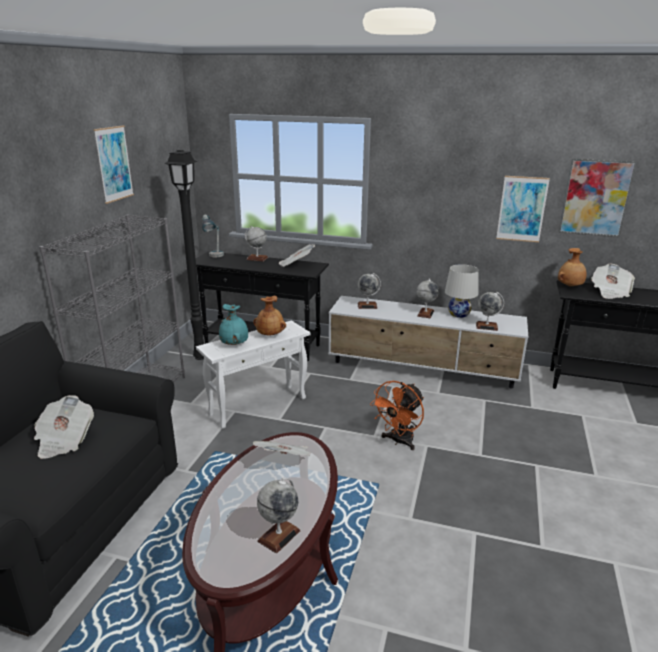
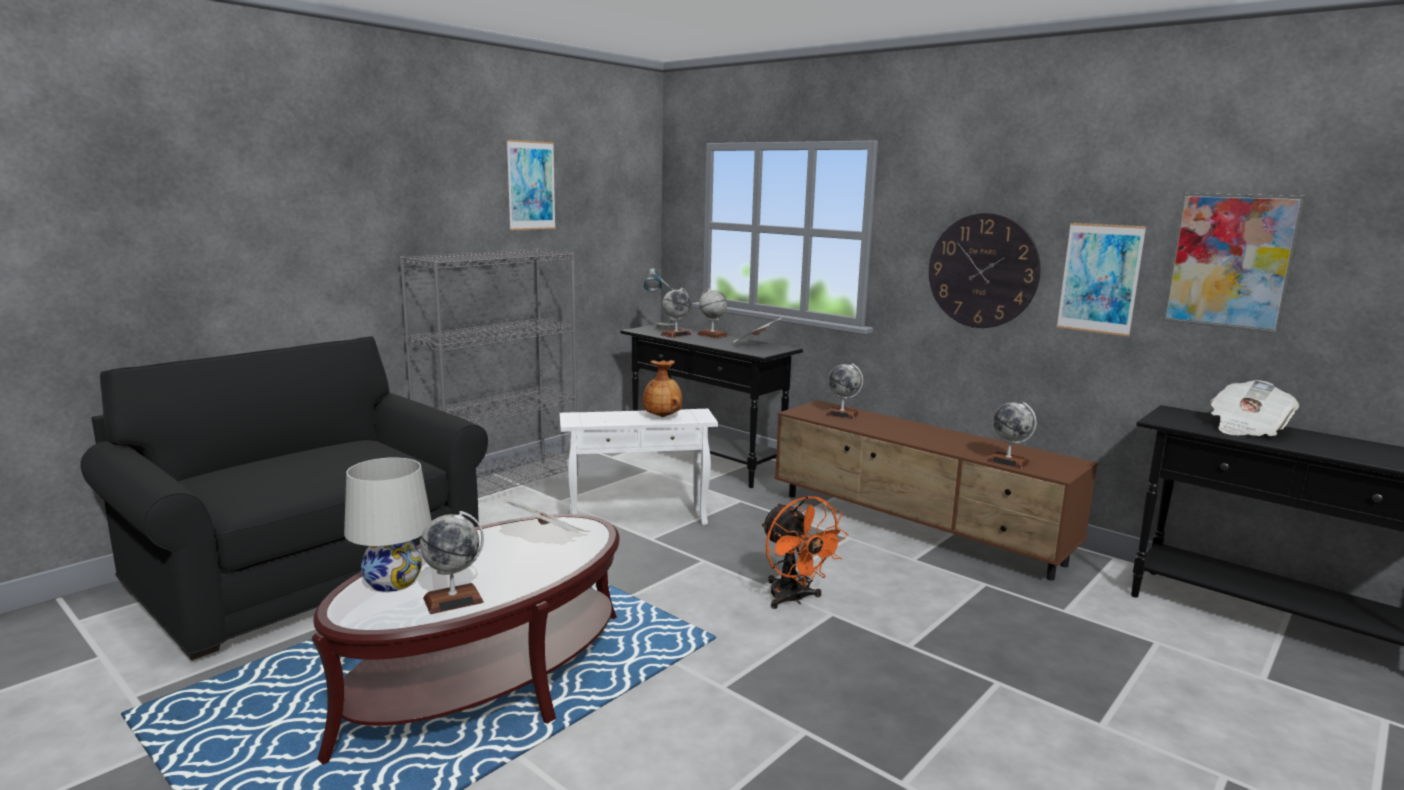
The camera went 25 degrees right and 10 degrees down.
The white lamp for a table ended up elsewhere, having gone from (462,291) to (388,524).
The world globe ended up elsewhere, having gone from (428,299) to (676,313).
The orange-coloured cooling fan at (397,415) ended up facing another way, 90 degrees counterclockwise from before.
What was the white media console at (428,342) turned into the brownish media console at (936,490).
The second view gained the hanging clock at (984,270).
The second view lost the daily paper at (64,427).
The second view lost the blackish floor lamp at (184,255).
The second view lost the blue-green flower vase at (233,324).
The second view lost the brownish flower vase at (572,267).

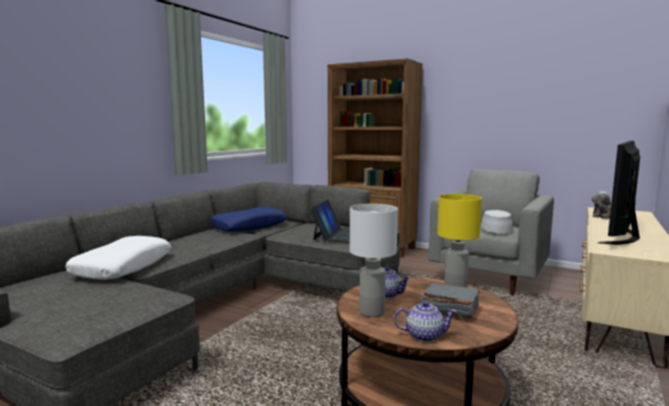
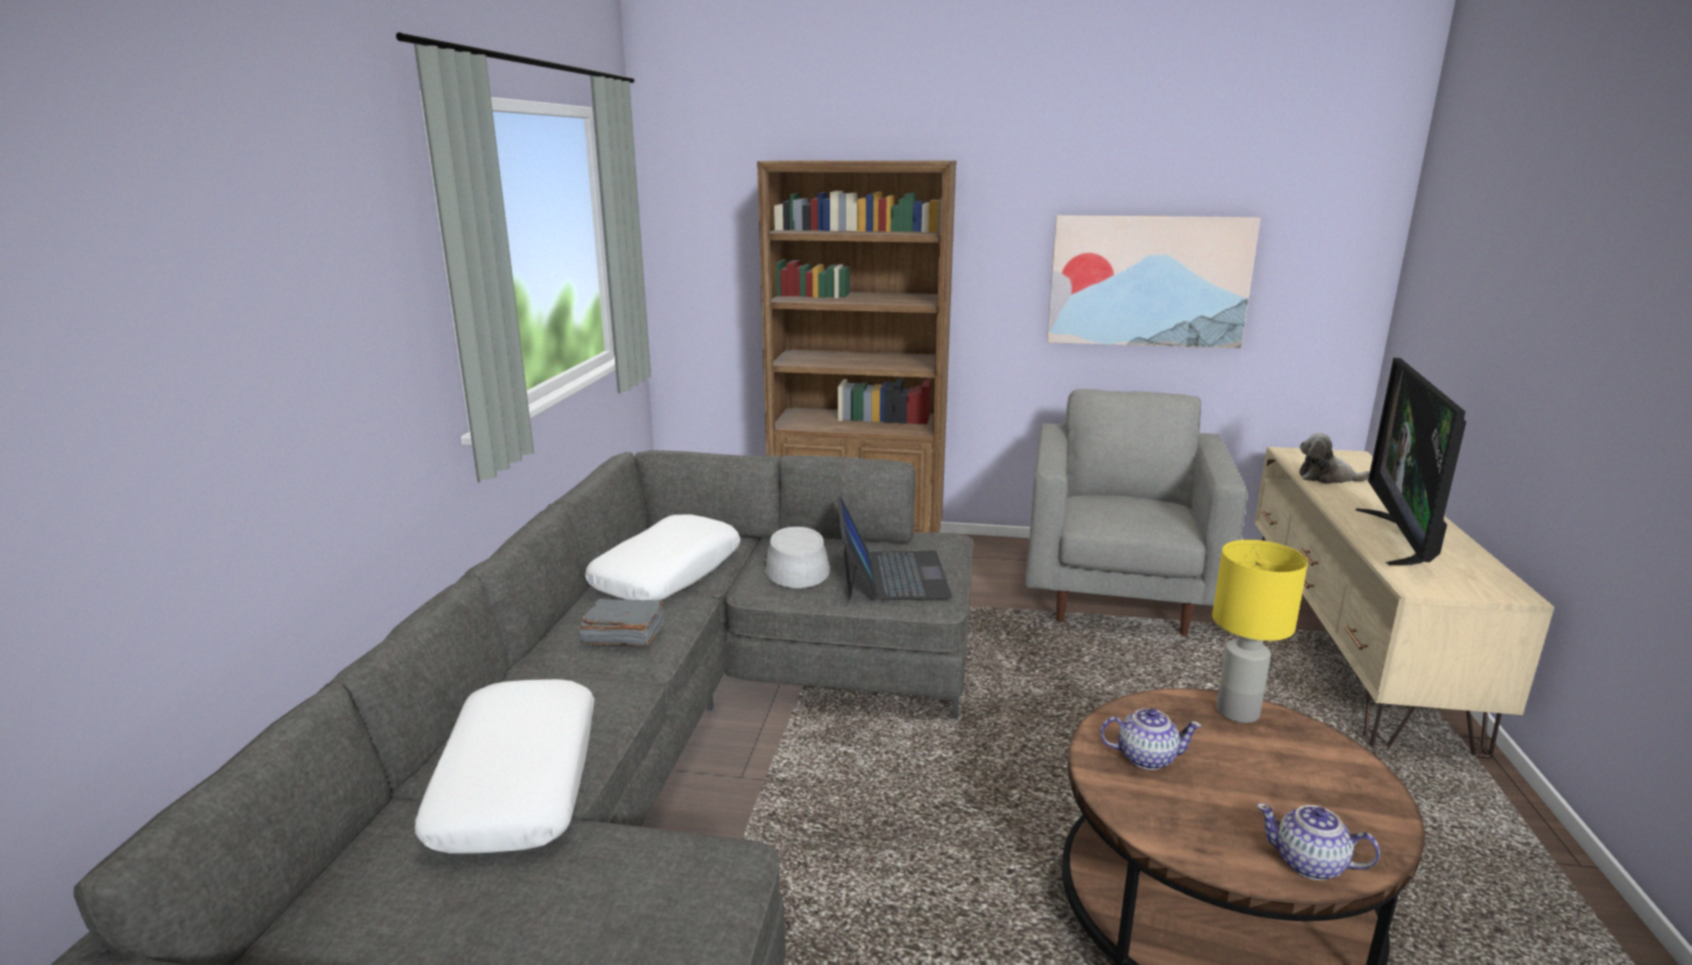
The camera went 20 degrees left and 10 degrees up.
The greyish book ended up elsewhere, having gone from (450,300) to (621,622).
What was the blue cushion at (248,219) turned into the white cushion at (662,557).
The greyish wearable hat ended up elsewhere, having gone from (496,221) to (797,557).
The second view gained the picture at (1154,282).
The pot for tea at (425,321) ended up facing another way, 135 degrees counterclockwise from before.
The second view lost the white lamp for a table at (374,260).

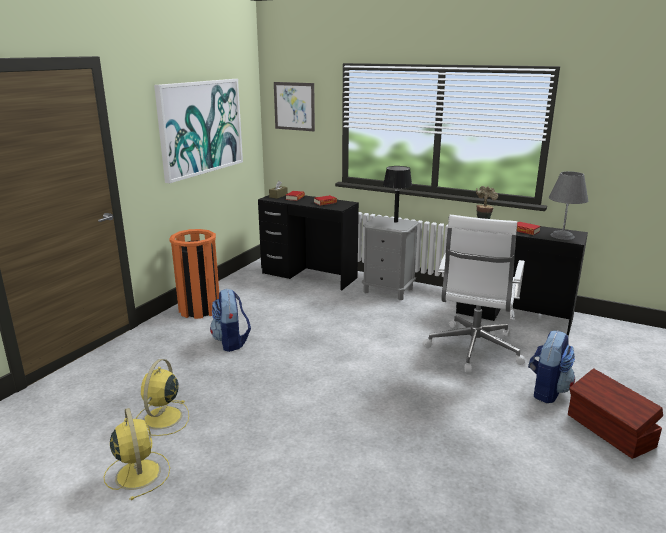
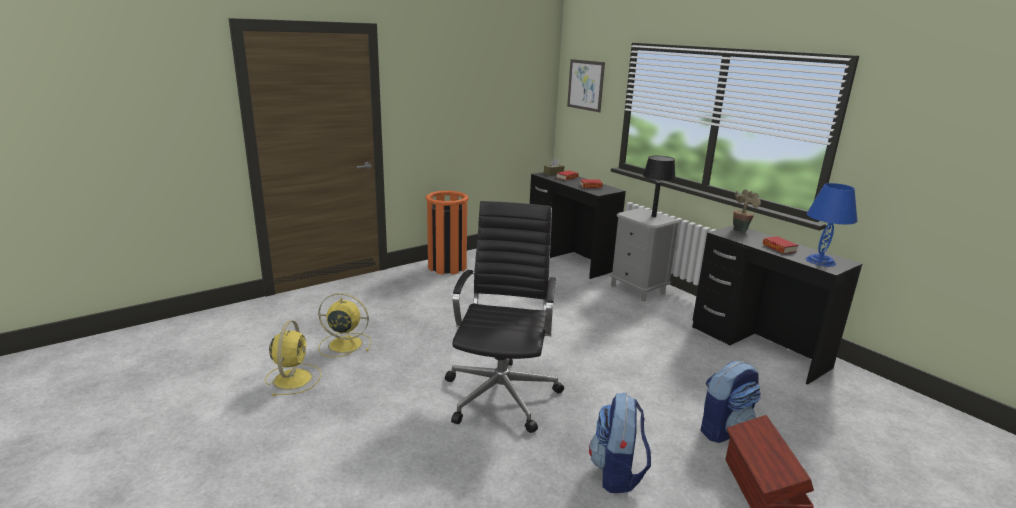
The camera went 25 degrees right and 0 degrees up.
The yellow-coloured cooling fan at (162,397) ended up facing another way, 60 degrees clockwise from before.
The second view gained the blackish desk chair at (504,317).
The backpack ended up elsewhere, having gone from (230,320) to (620,443).
What was the greyish lamp for a table at (568,205) turned into the blue lamp for a table at (831,225).
The second view lost the picture at (198,131).
The second view lost the white desk chair at (474,294).

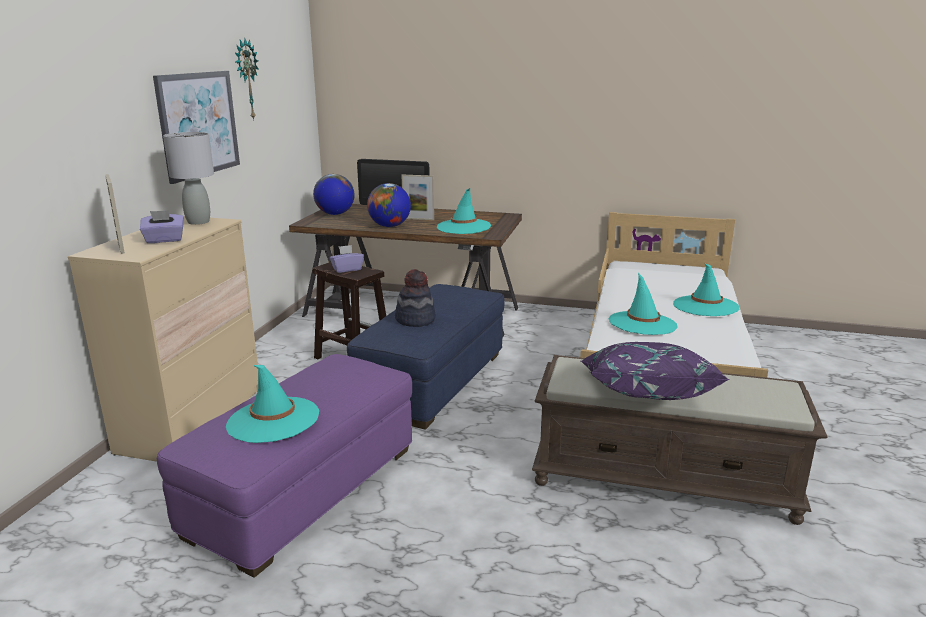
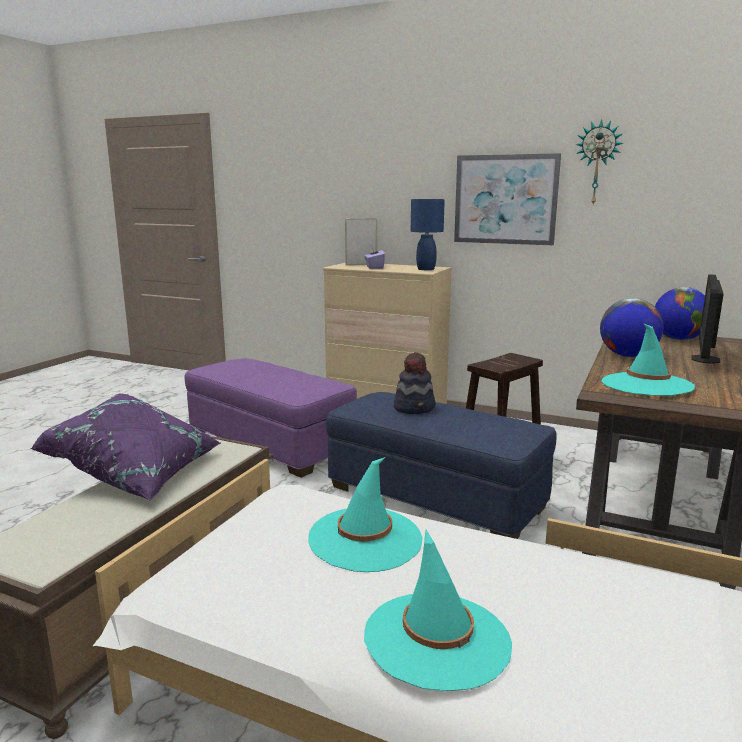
The camera went 100 degrees right and 5 degrees down.
What was the greyish lamp for a table at (188,178) turned into the blue lamp for a table at (428,234).
The second view lost the blue-green wearable hat at (272,404).
The second view lost the purple-coloured tissue holder at (347,259).
The second view lost the picture frame at (418,197).

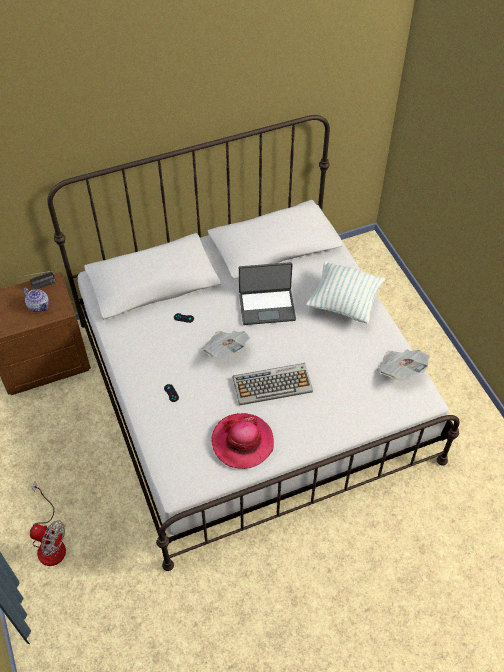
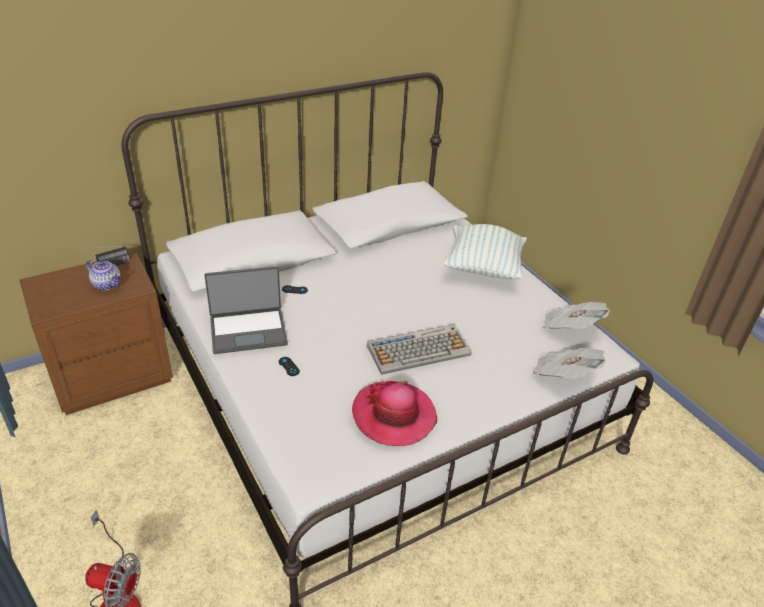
The camera went 10 degrees left and 15 degrees down.
The notebook computer ended up elsewhere, having gone from (267,293) to (246,310).
The daily paper ended up elsewhere, having gone from (225,345) to (569,363).

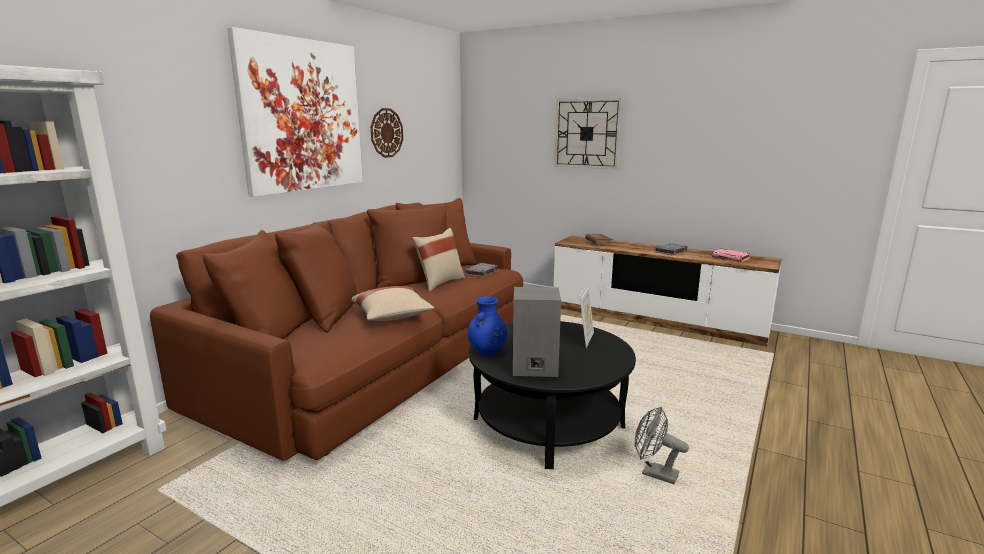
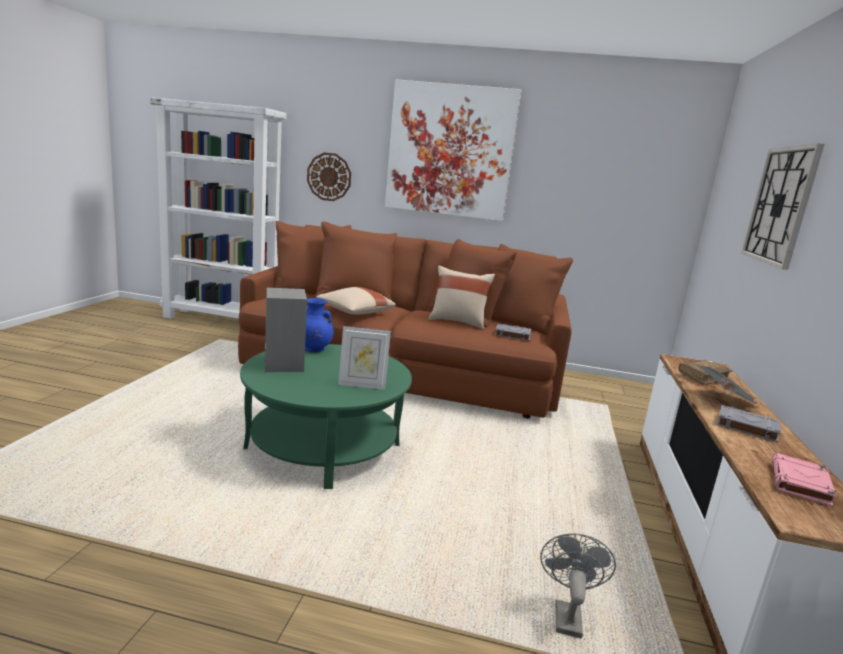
The camera went 70 degrees right and 0 degrees up.
What was the blackish lounge table at (552,395) turned into the green lounge table at (326,416).
The hanging clock ended up elsewhere, having gone from (387,133) to (329,176).
The greyish cooling fan ended up elsewhere, having gone from (662,445) to (578,585).
The second view gained the daily paper at (728,385).

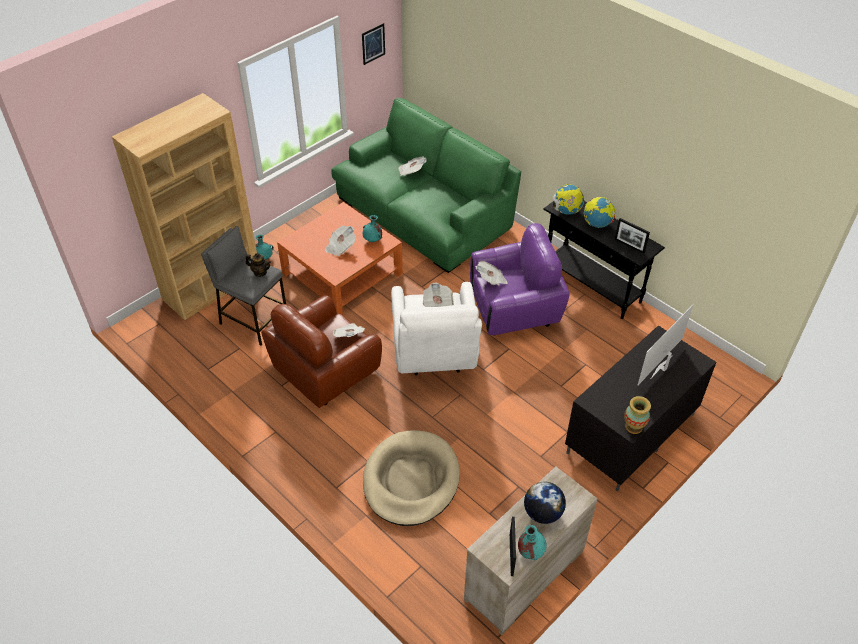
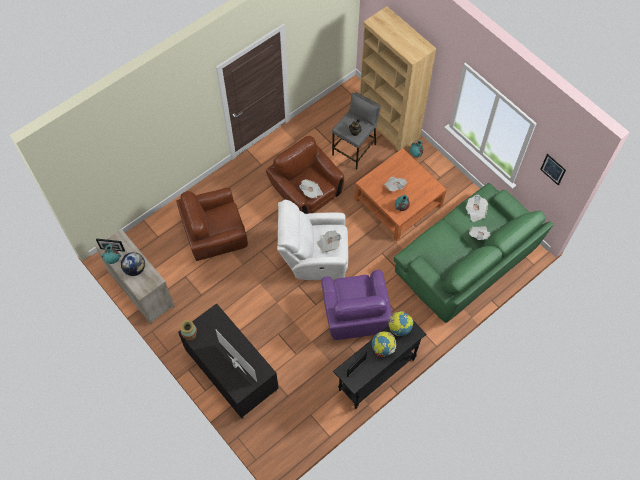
The camera went 95 degrees right and 15 degrees up.
Where the beige-coloured pet bed stood at (411,478), the brownish easy chair came to stand at (212,224).
The daily paper ended up elsewhere, having gone from (491,273) to (477,208).

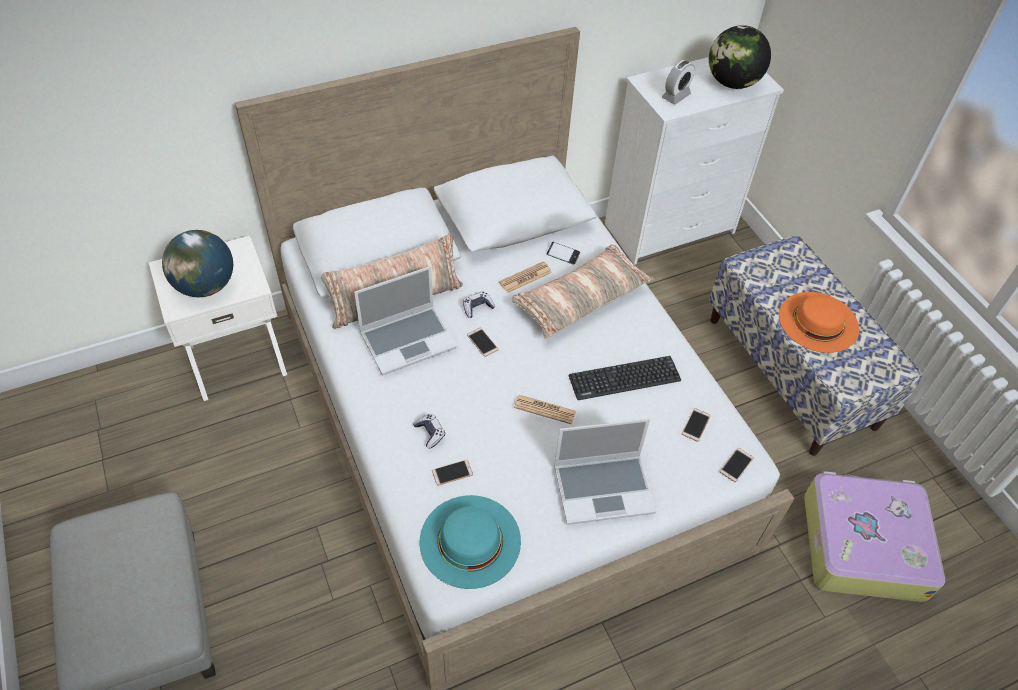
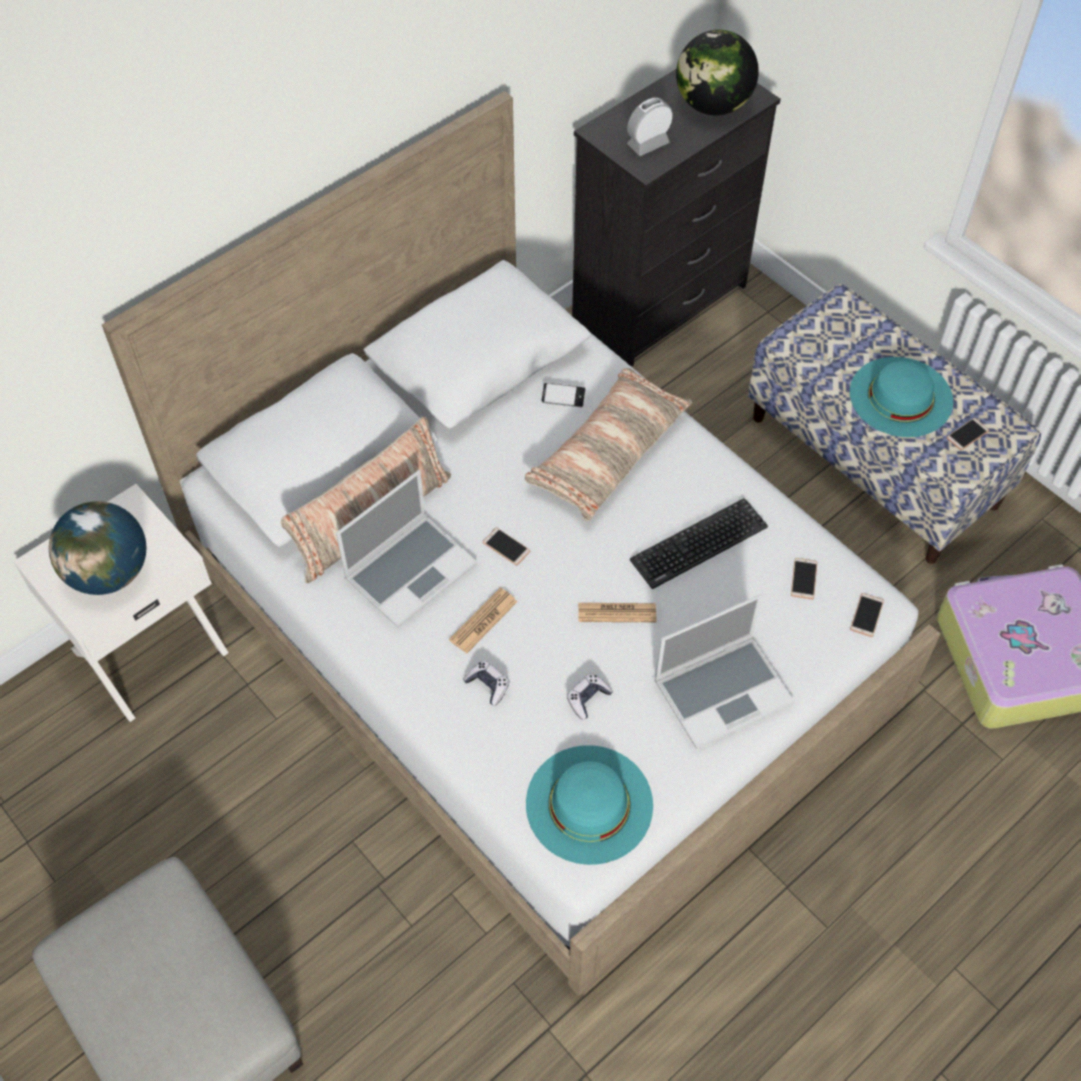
The camera went 15 degrees left and 5 degrees up.
The daily paper ended up elsewhere, having gone from (525,277) to (483,620).
The joypad ended up elsewhere, having gone from (479,304) to (590,696).
What was the white drawer chest at (694,161) turned into the blackish drawer chest at (676,218).
The table clock at (678,82) ended up facing another way, 150 degrees counterclockwise from before.
What was the orange-coloured wearable hat at (819,322) turned into the blue-green wearable hat at (901,397).
The phone ended up elsewhere, having gone from (452,473) to (967,434).

